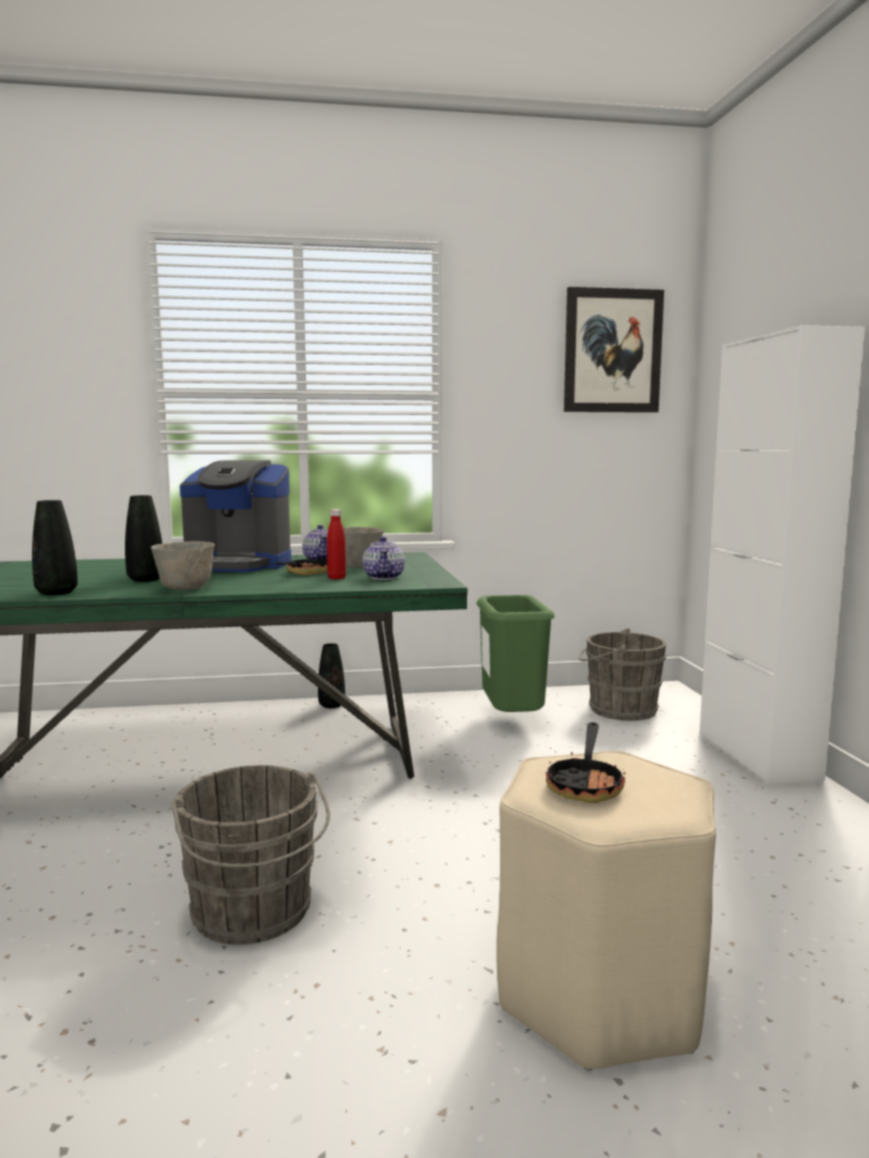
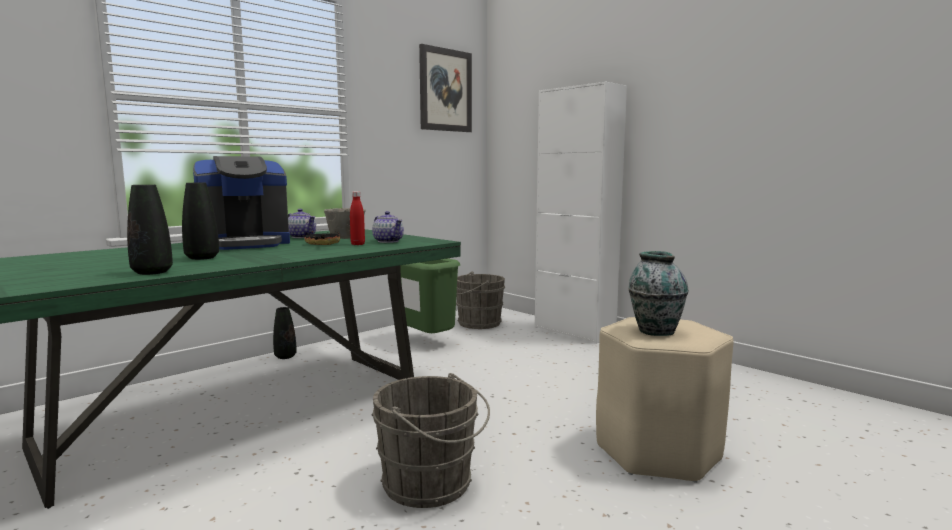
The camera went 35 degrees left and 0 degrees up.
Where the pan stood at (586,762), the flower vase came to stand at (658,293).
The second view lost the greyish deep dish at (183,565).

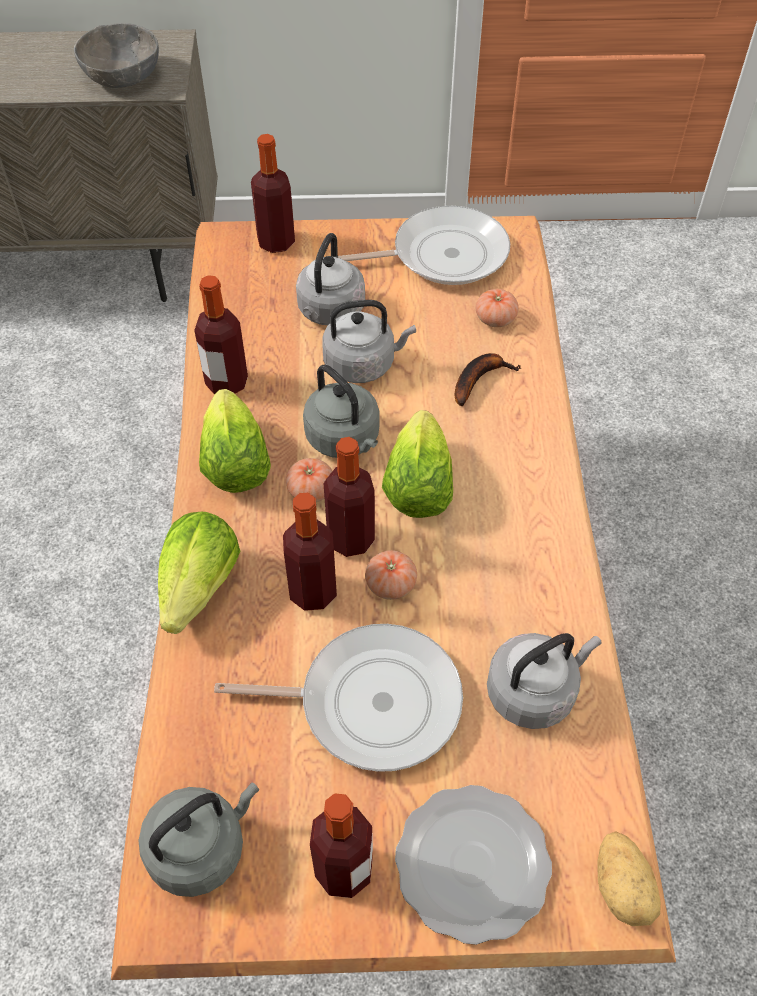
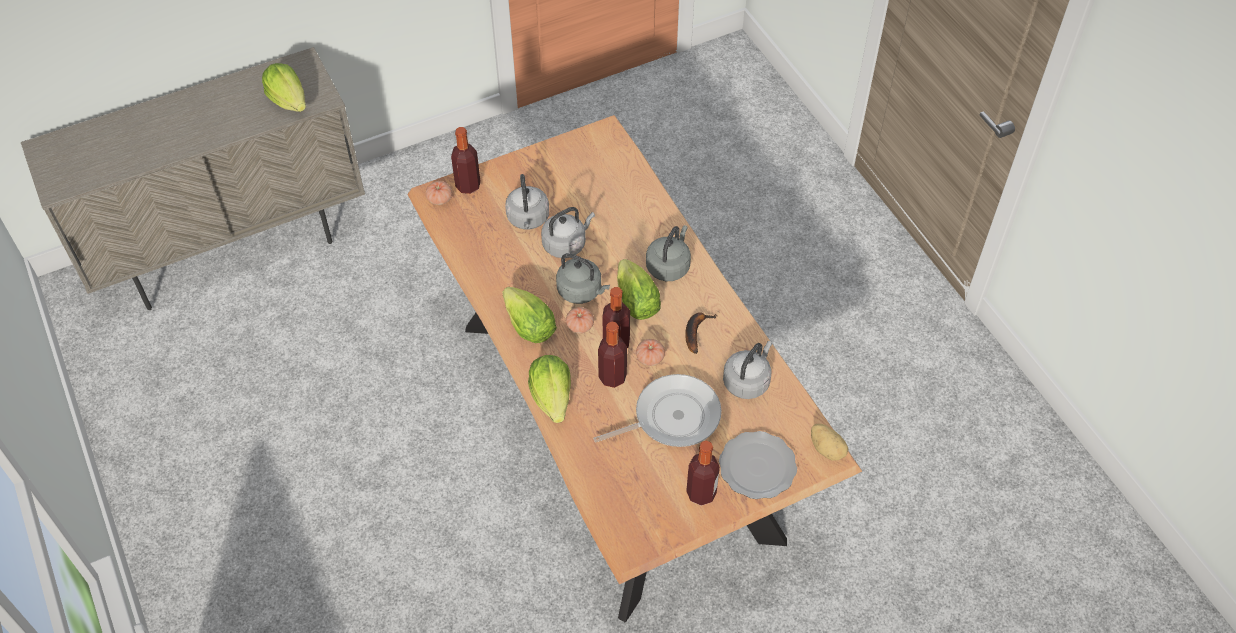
The camera went 25 degrees left and 0 degrees up.
Where the greyish deep dish stood at (116,55), the head of lettuce came to stand at (284,87).
The whole tomato ended up elsewhere, having gone from (497,308) to (439,193).
The greyish kettle ended up elsewhere, having gone from (198,840) to (668,253).
The banana fruit ended up elsewhere, having gone from (487,380) to (701,333).
The second view lost the beverage bottle at (221,334).
The second view lost the pan at (424,245).

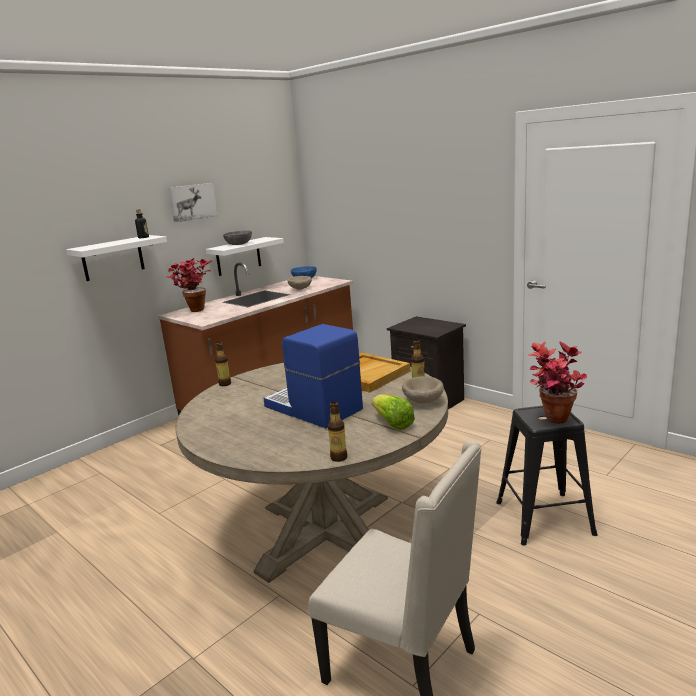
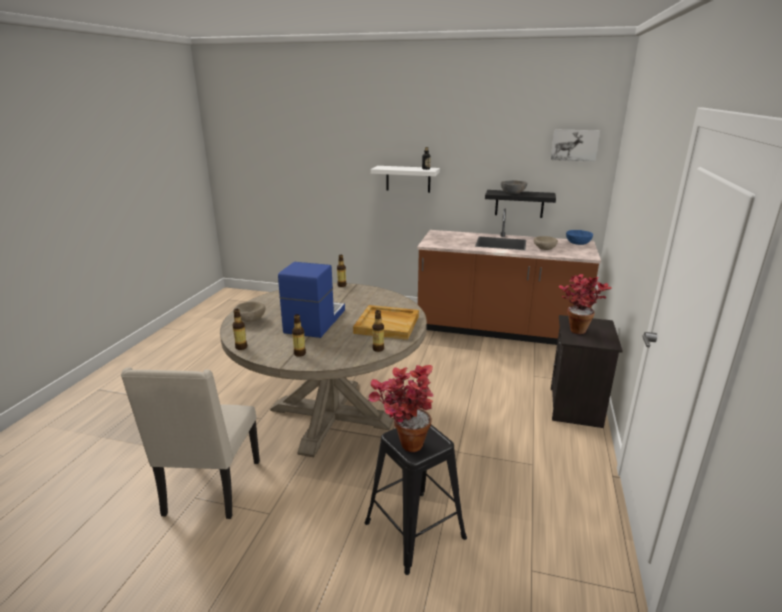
The camera went 60 degrees right and 5 degrees up.
The beige-coloured deep dish ended up elsewhere, having gone from (423,389) to (249,311).
Where the head of lettuce stood at (393,412), the beverage bottle came to stand at (299,335).
What was the white wall shelf at (245,256) turned into the blackish wall shelf at (520,204).
The picture ended up elsewhere, having gone from (193,203) to (575,145).
The potted plant ended up elsewhere, having gone from (189,285) to (585,304).

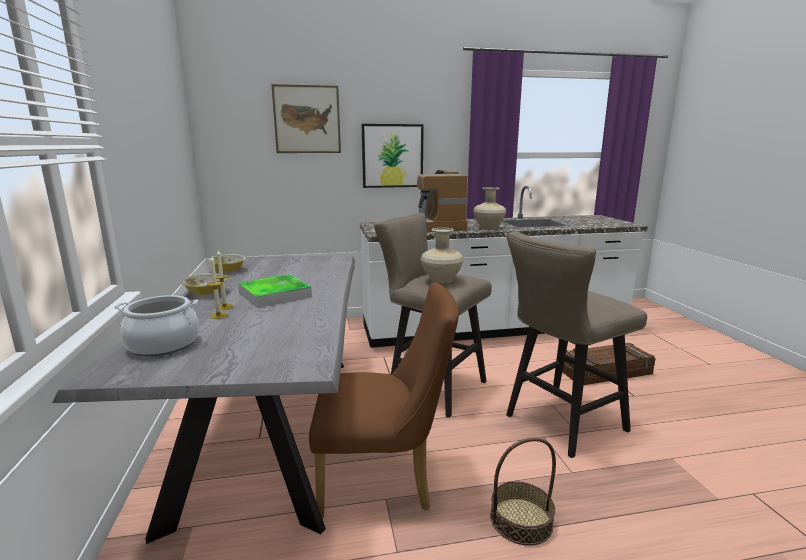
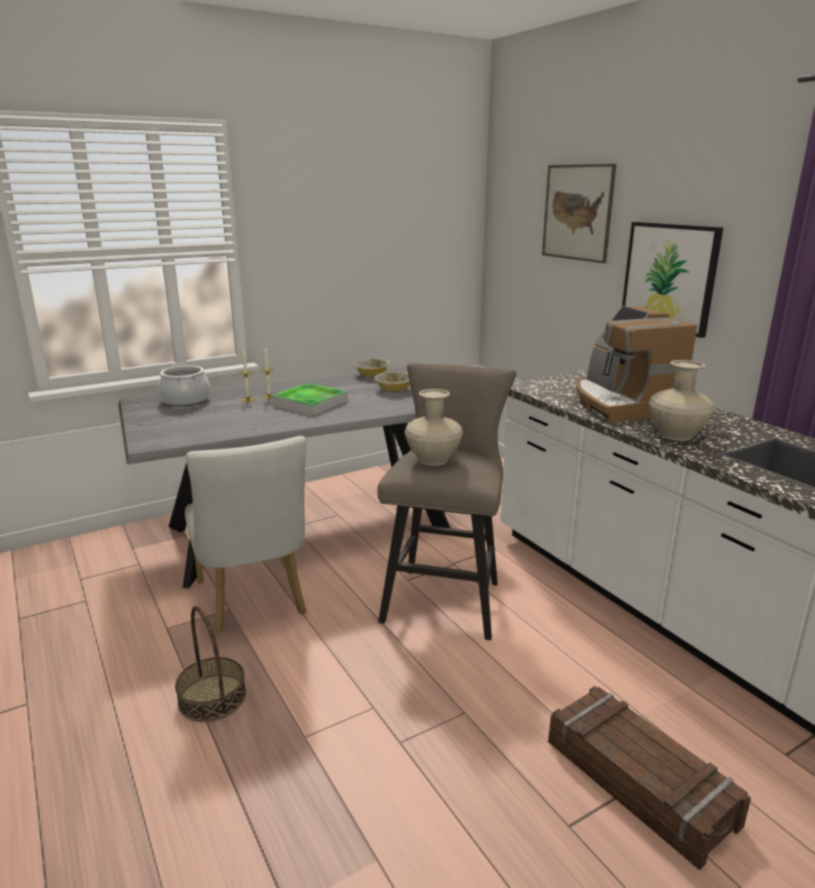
The camera went 70 degrees right and 5 degrees up.
What was the brownish chair at (384,400) turned into the white chair at (246,535).
The deep dish ended up elsewhere, having gone from (204,284) to (392,381).
The coffee maker at (439,201) ended up facing another way, 75 degrees counterclockwise from before.
The second view lost the beige-coloured sitting stool at (576,345).

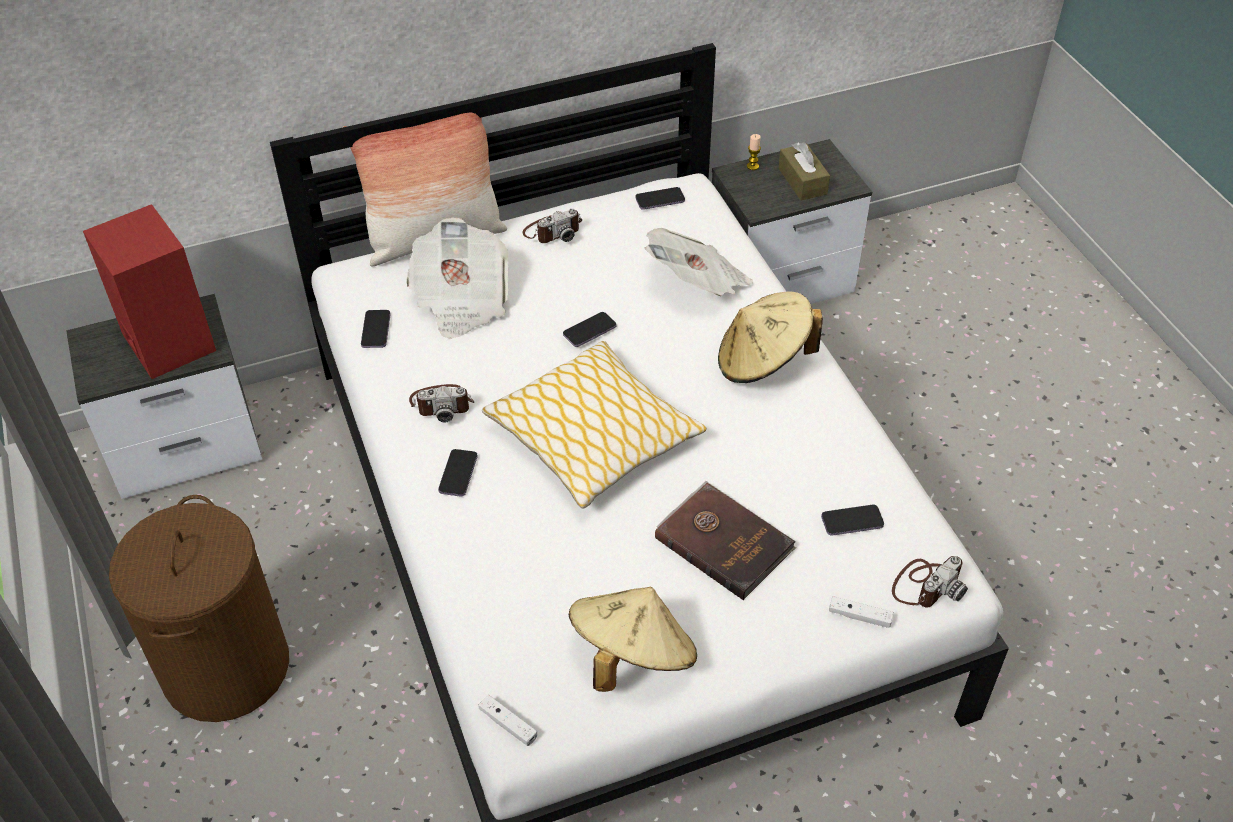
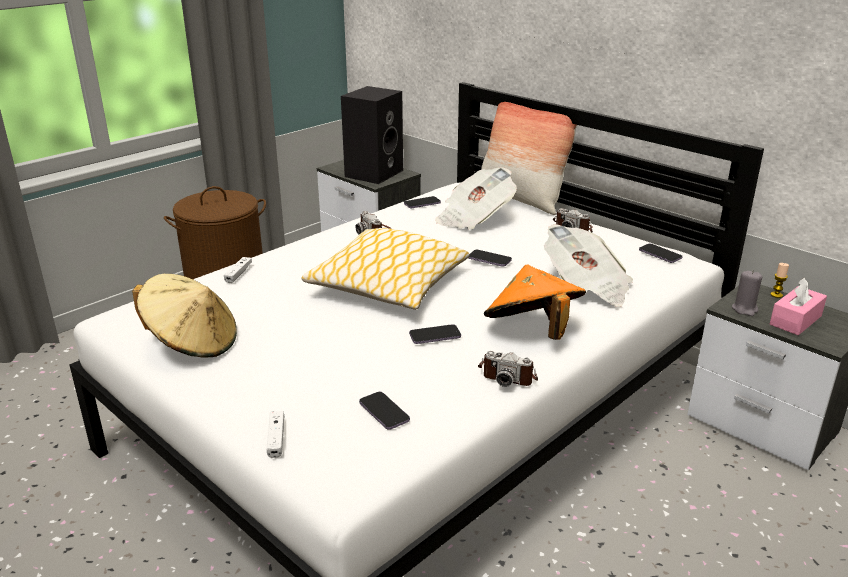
The camera went 65 degrees right and 20 degrees down.
The white joypad ended up elsewhere, having gone from (507,720) to (238,270).
What was the reddish speaker at (149,291) turned into the blackish speaker at (372,135).
The phone ended up elsewhere, having gone from (458,472) to (435,334).
The photo camera ended up elsewhere, having gone from (930,581) to (508,369).
What was the beige-coloured wearable hat at (770,337) turned into the orange-coloured wearable hat at (535,302).
The second view gained the greyish wax candle at (747,293).
What was the brownish tissue holder at (804,171) turned into the pinkish tissue holder at (798,306).
The second view lost the brownish book at (725,540).

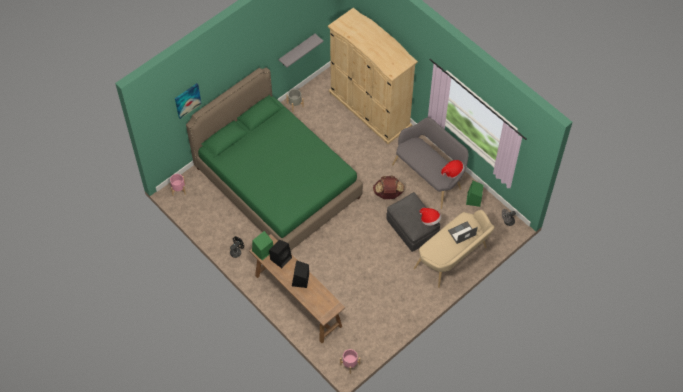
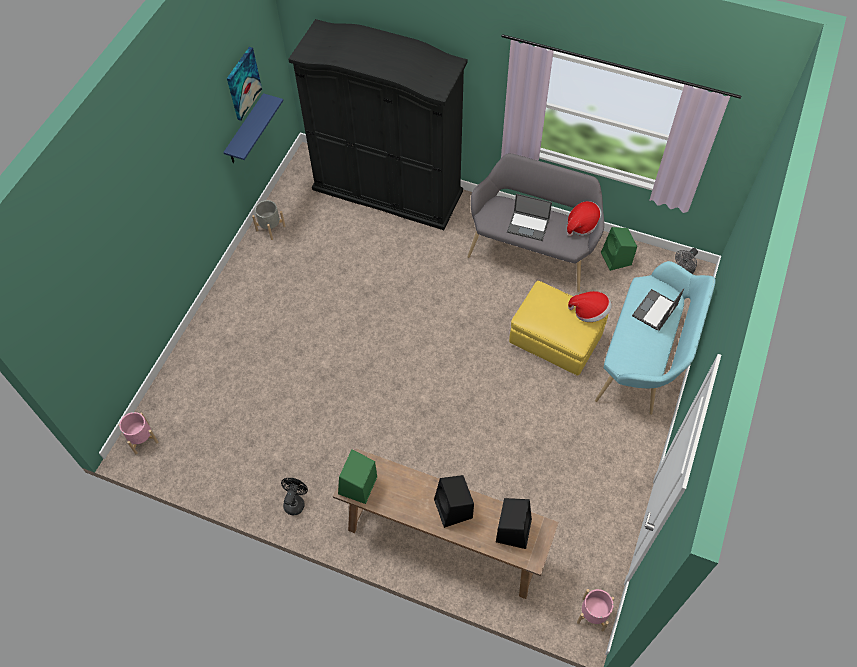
The camera went 25 degrees left and 0 degrees up.
What was the greyish wall shelf at (301,50) turned into the blue wall shelf at (253,128).
The picture ended up elsewhere, having gone from (188,101) to (244,84).
What was the beige-coloured wardrobe at (373,75) turned into the blackish wardrobe at (378,124).
The blackish speaker ended up elsewhere, having gone from (280,253) to (514,523).
The second view gained the notebook computer at (529,217).
What was the greyish pouffe at (413,222) turned into the yellow-coloured pouffe at (558,328).
What was the beige-coloured indoor bench at (454,249) turned into the blue-green indoor bench at (655,338).
The second view lost the green bed at (274,159).
The second view lost the brownish backpack at (388,187).

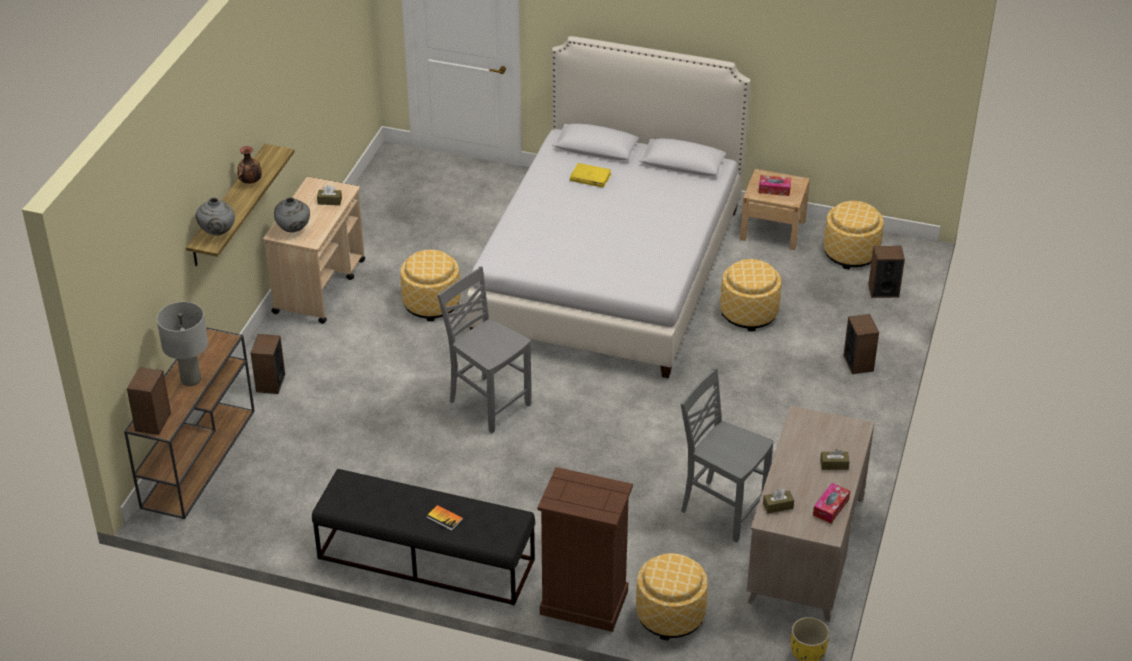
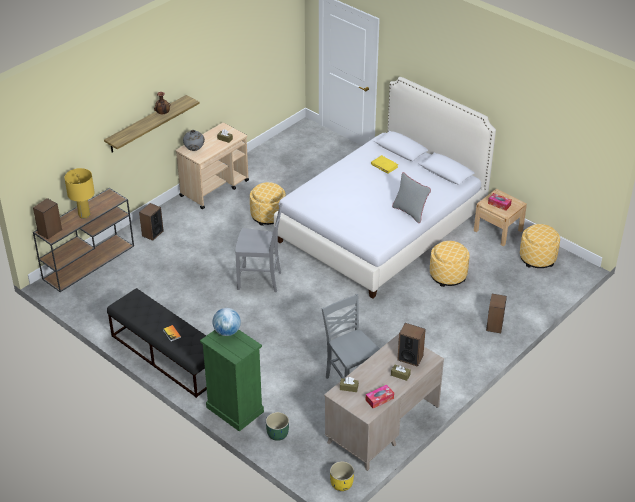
The camera went 25 degrees right and 0 degrees up.
What was the greyish lamp for a table at (182,344) turned into the yellow-coloured lamp for a table at (79,193).
What was the brownish drawer chest at (585,549) turned into the green drawer chest at (232,380).
The second view gained the world globe at (226,322).
The greyish chair at (484,349) ended up facing another way, 120 degrees clockwise from before.
Where the pouffe stood at (672,596), the green planter came to stand at (277,426).
The second view gained the greyish cushion at (411,197).
The speaker ended up elsewhere, having gone from (886,272) to (411,345).
The second view lost the greyish flower vase at (215,216).

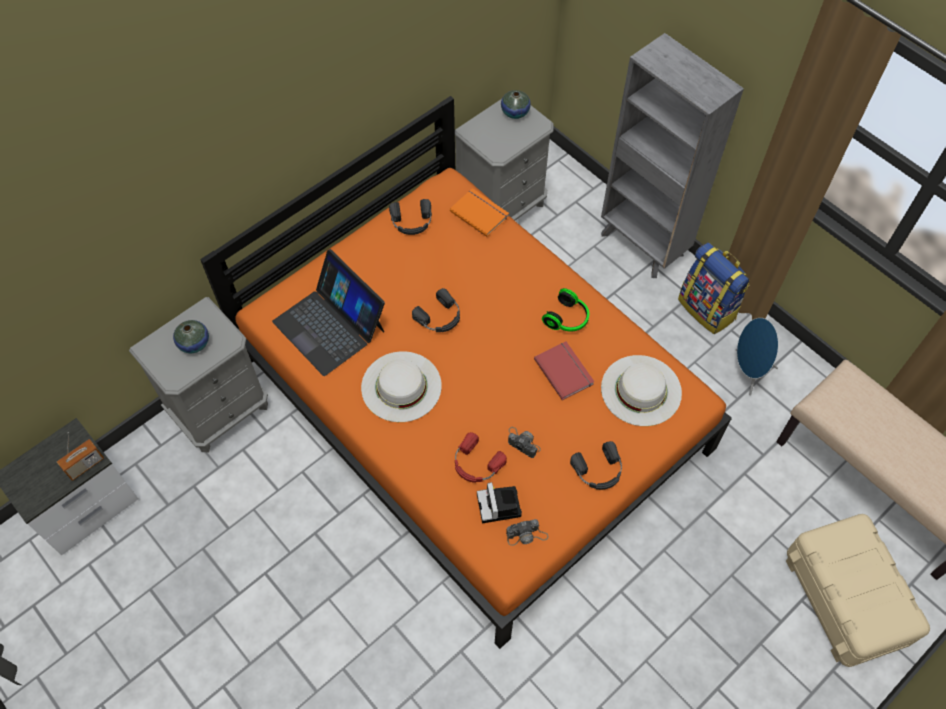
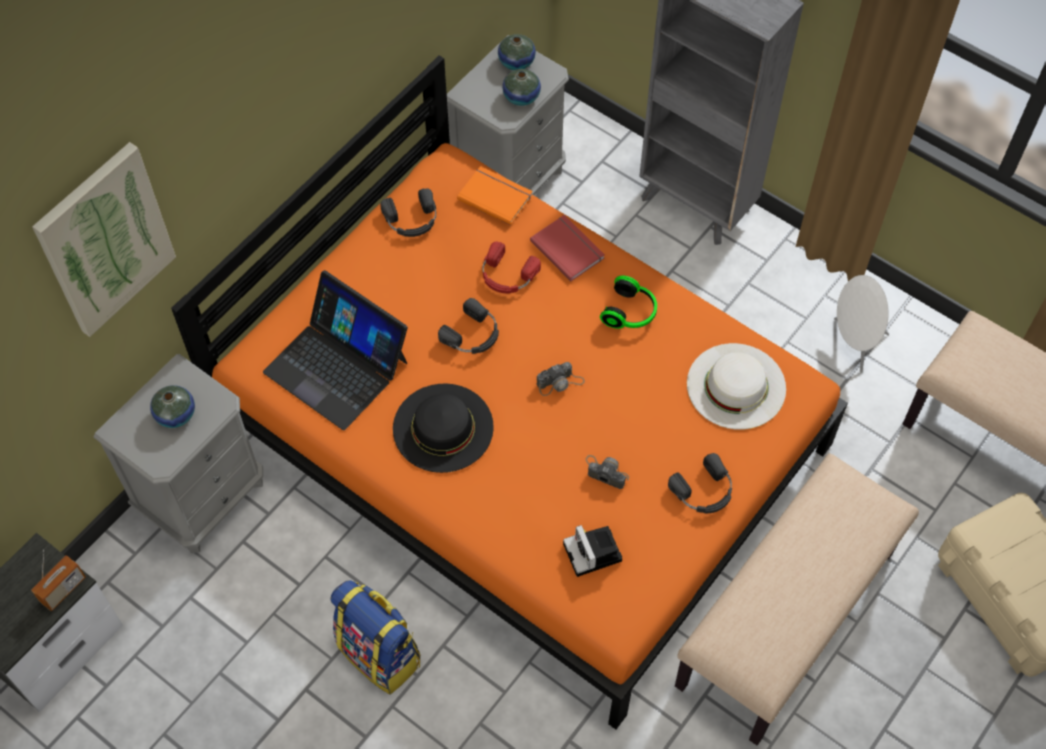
The camera went 10 degrees left and 0 degrees up.
The second view gained the picture at (104,239).
The backpack ended up elsewhere, having gone from (714,288) to (375,637).
What was the white wearable hat at (401,386) turned into the blackish wearable hat at (443,428).
The reddish pair of headphones ended up elsewhere, having gone from (481,457) to (511,267).
The second view gained the flower vase at (521,87).
The reddish book ended up elsewhere, having gone from (564,370) to (567,248).
The photo camera ended up elsewhere, having gone from (527,532) to (561,379).
The second view gained the beige-coloured indoor bench at (797,599).
What was the blue speaker at (757,357) turned into the white speaker at (861,324).

